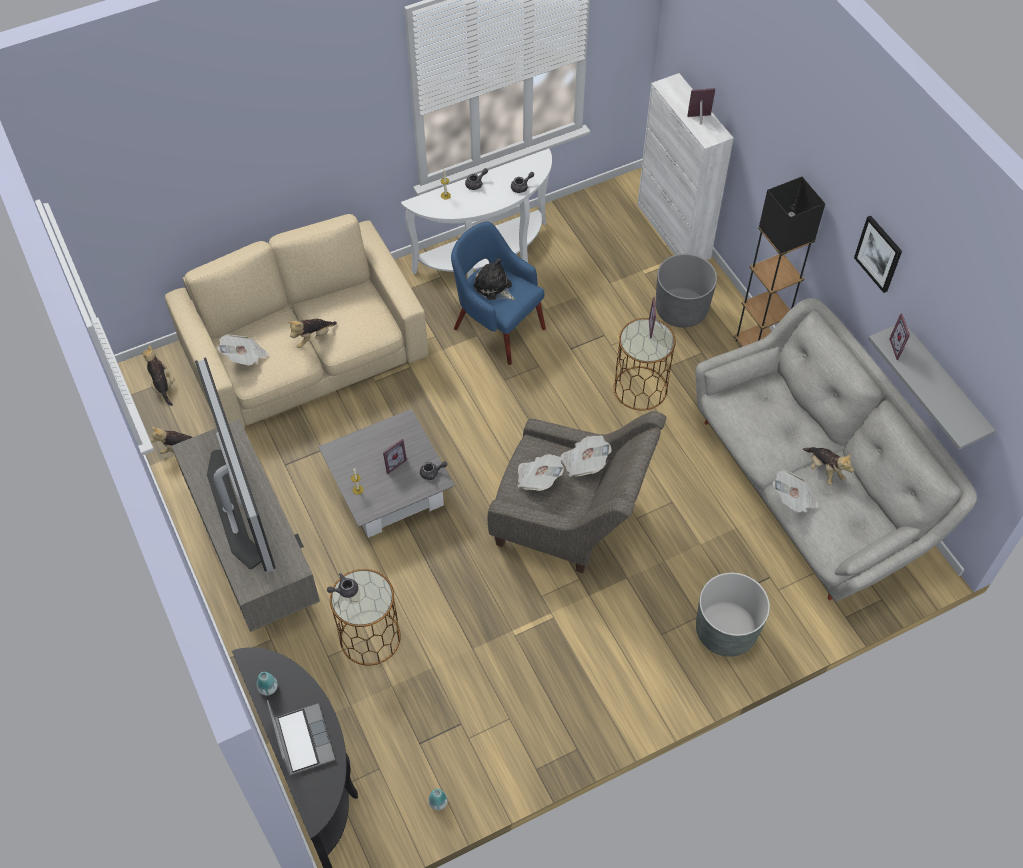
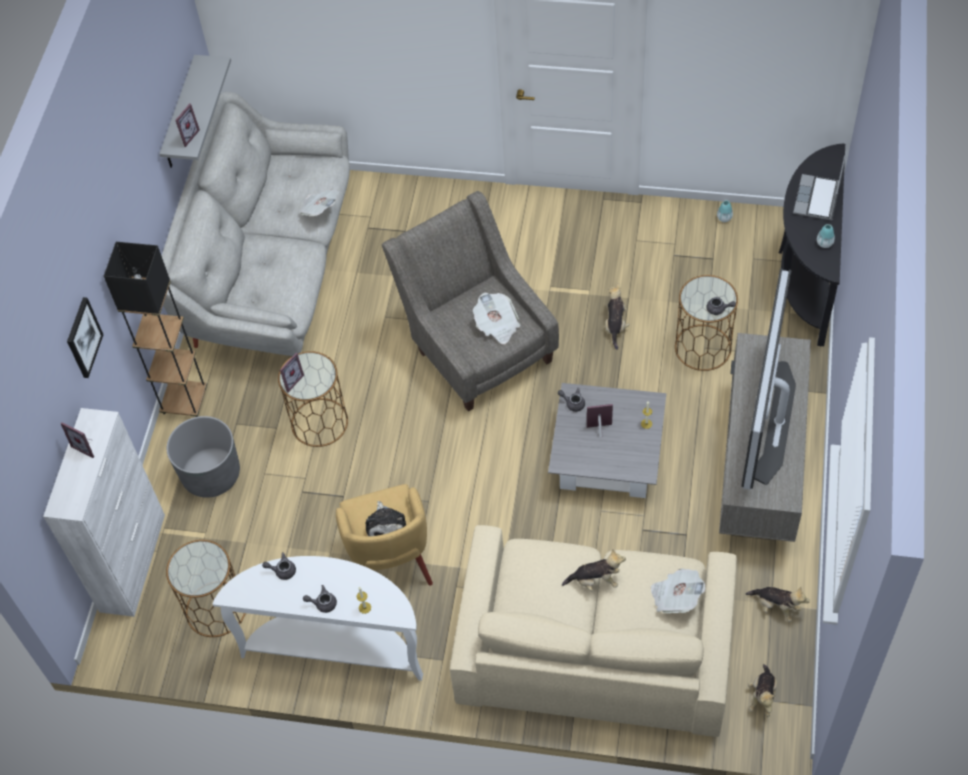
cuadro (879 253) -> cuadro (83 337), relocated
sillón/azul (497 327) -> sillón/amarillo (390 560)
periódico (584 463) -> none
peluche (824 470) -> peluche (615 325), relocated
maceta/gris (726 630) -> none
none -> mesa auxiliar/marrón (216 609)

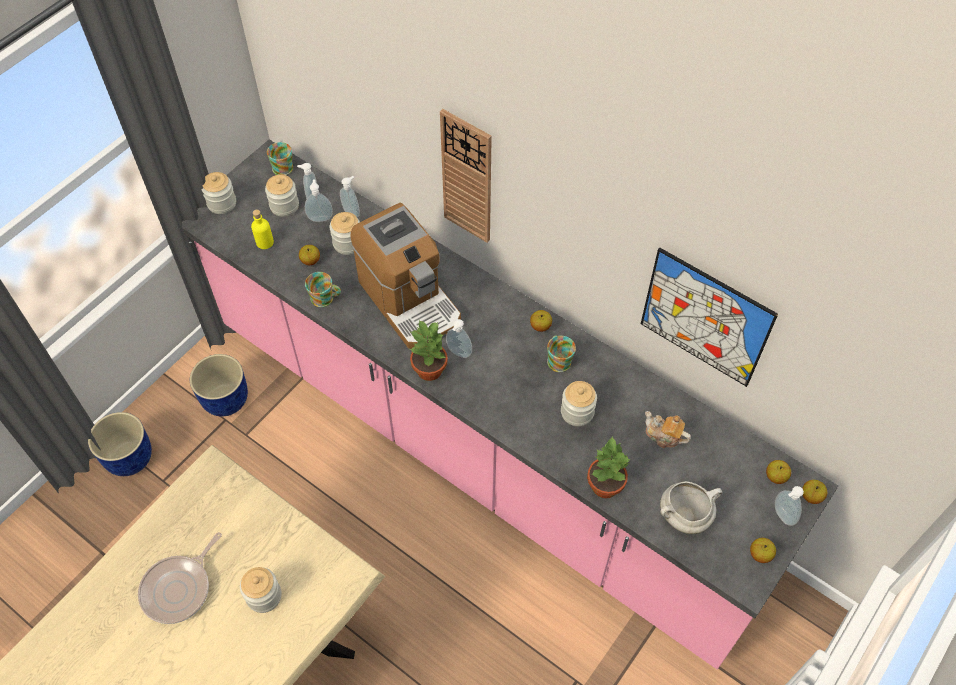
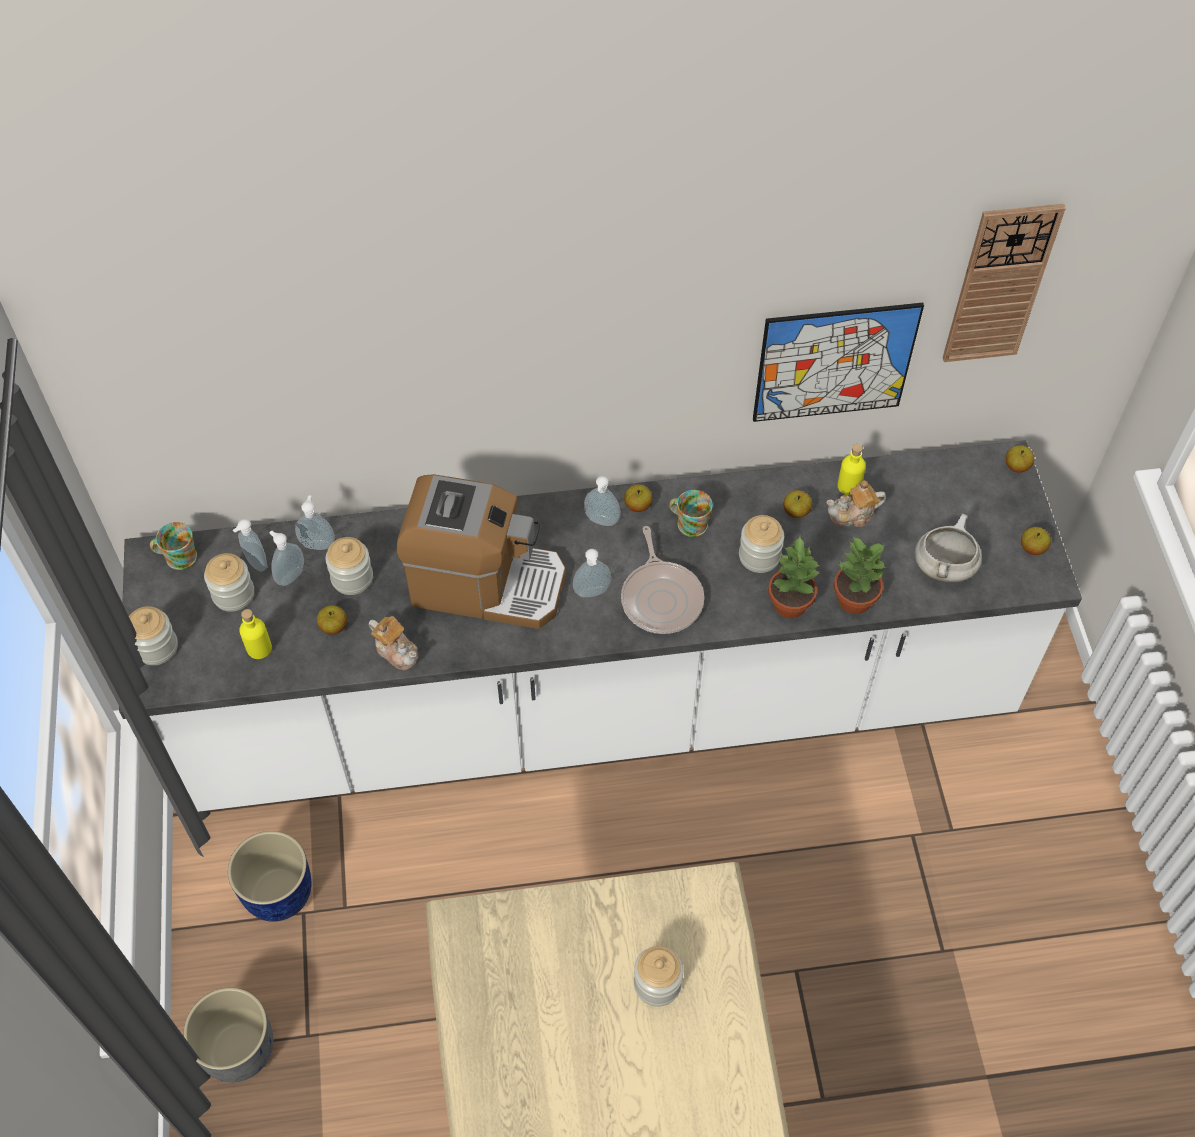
reloj de pared (467 177) -> reloj de pared (999 284), relocated
mueble bajo de cocina/rosa (478 447) -> mueble bajo de cocina/blanco (597 708)
taza grande (325 298) -> tetera (396 651)
planta en maceta (430 369) -> planta en maceta (789 603), relocated
maceta/azul (129 457) -> maceta/gris (238 1048)
manzana (775 476) -> manzana (796 511), relocated
dispensador de jabón (781 516) -> dispensador de jabón (601 522), relocated
sartén (179 588) -> sartén (661 597), relocated
none -> botella/amarillo (849 486)

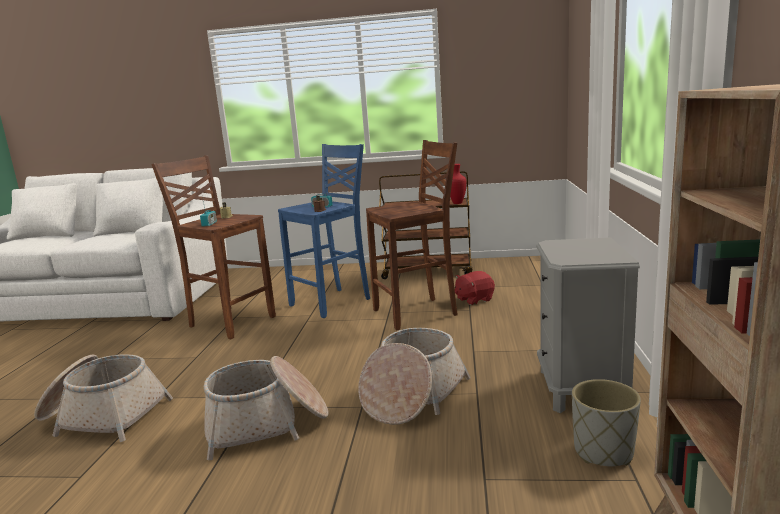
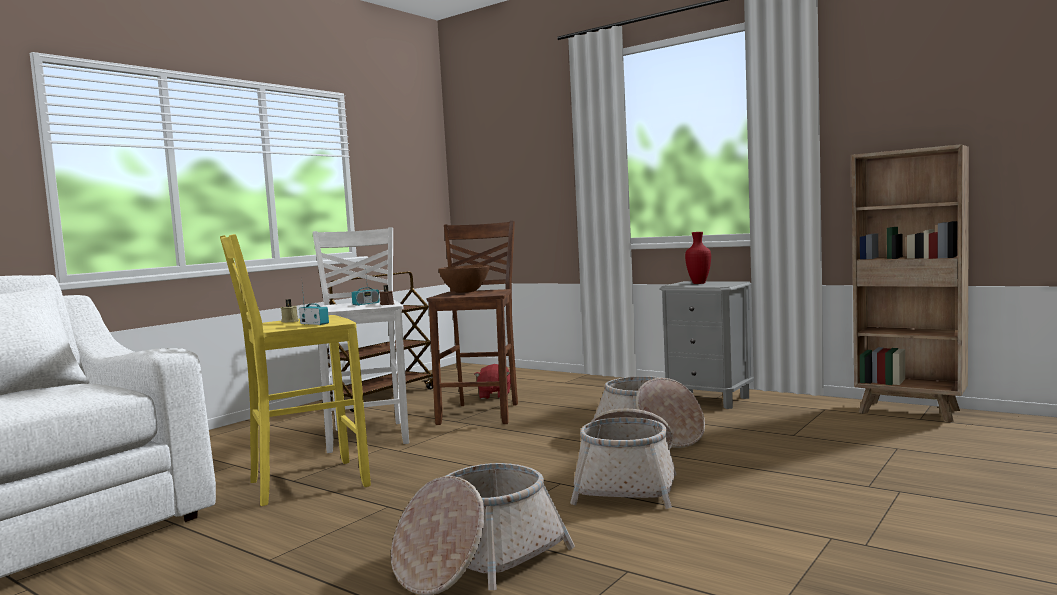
taburete/azul (333 302) -> taburete/blanco (369 436)
taburete/marrón (230 322) -> taburete/amarillo (305 483)
florero/rojo (458 203) -> florero/rojo (699 283), relocated
maceta/gris (603 451) -> none
none -> cuenco/marrón (466 292)

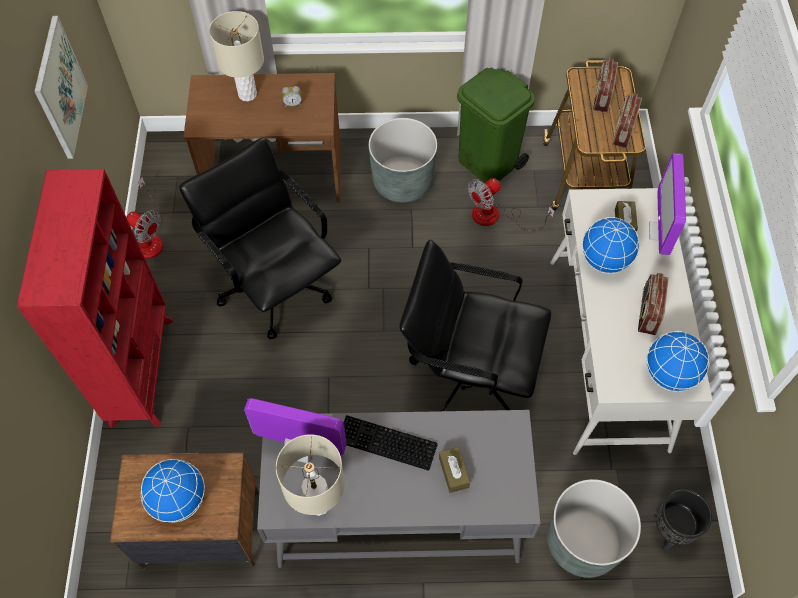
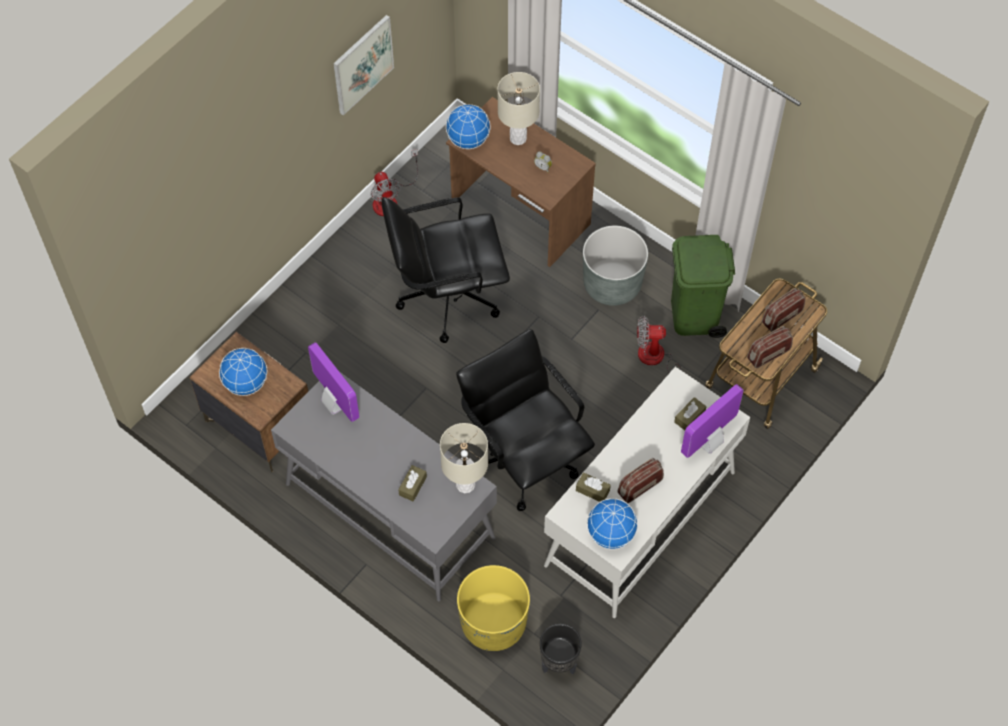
silla de oficina/negro (275 285) -> silla de oficina/negro (447 297), 105 degrees counterclockwise
estantería/rojo (142 370) -> none
globo terráqueo (604 260) -> globo terráqueo (468 140), relocated
teclado (385 444) -> none
lámpara de mesa/beis (318 503) -> lámpara de mesa/beis (465 484), relocated
maceta/gris (583 541) -> maceta/amarillo (493 623)
none -> caja de pañuelos/marrón (592 490)

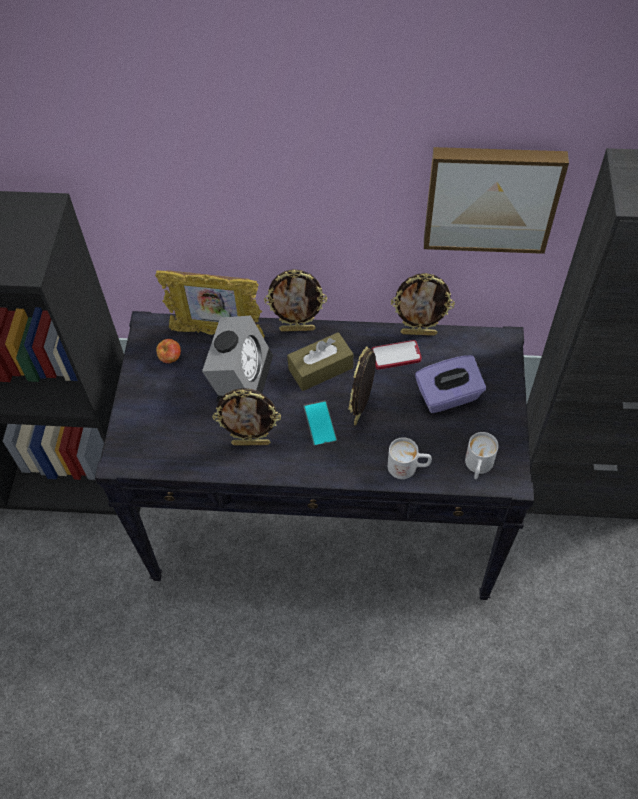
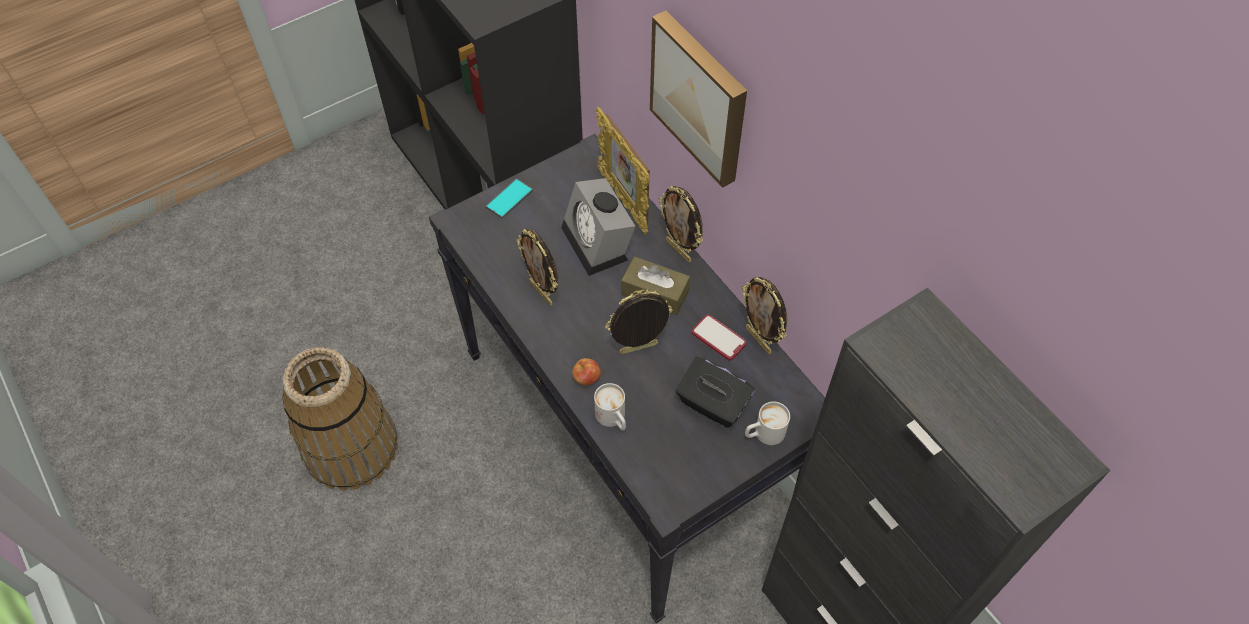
cuadro (491 197) -> cuadro (701 97), relocated
despertador (241 375) -> despertador (599 244), 90 degrees clockwise
manzana (171 358) -> manzana (587 379), relocated
caja de pañuelos/morado (448 396) -> caja de pañuelos/negro (712 404)
móvil (319 424) -> móvil (509 198), relocated
taza grande/blanco (478 467) -> taza grande/blanco (763 434), relocated
none -> cesta (350 447)

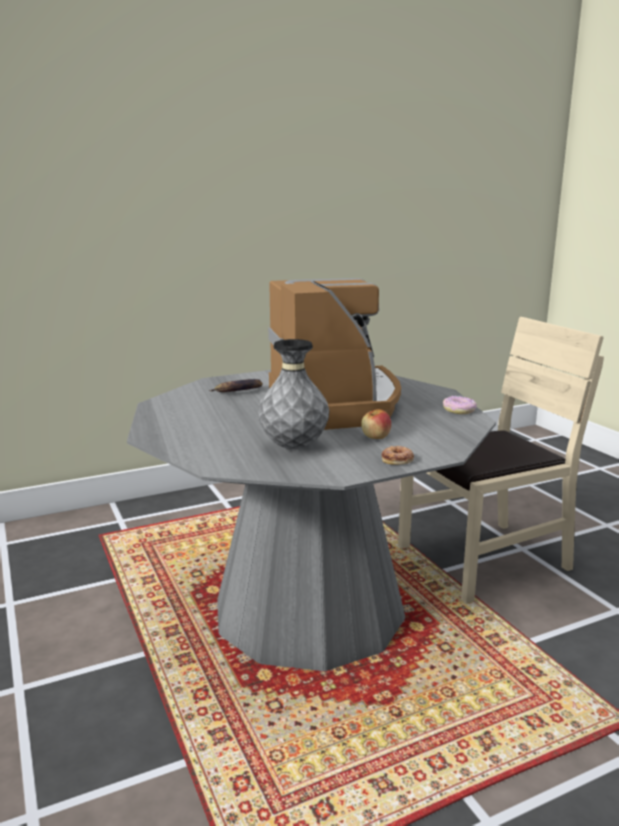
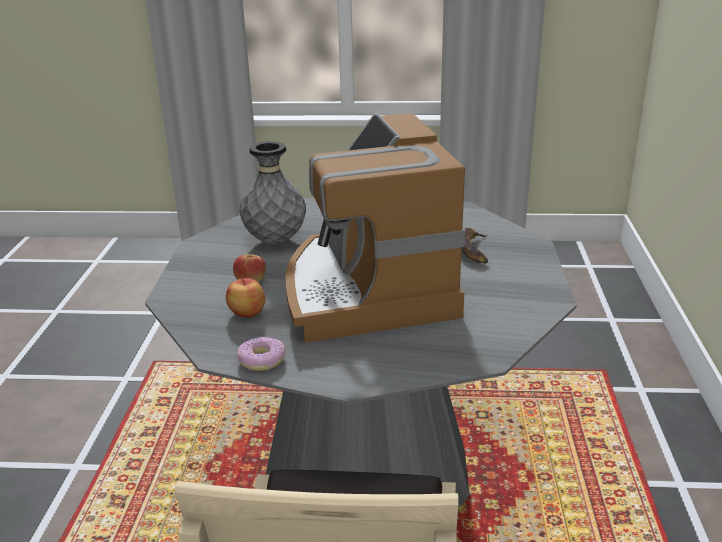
cafetera (336 405) -> cafetera (367 289), 60 degrees clockwise
rosquilla (397 459) -> none
none -> manzana (246 313)

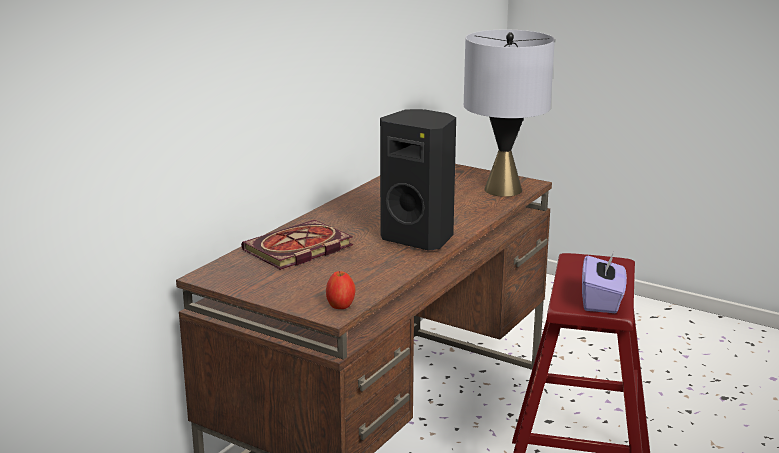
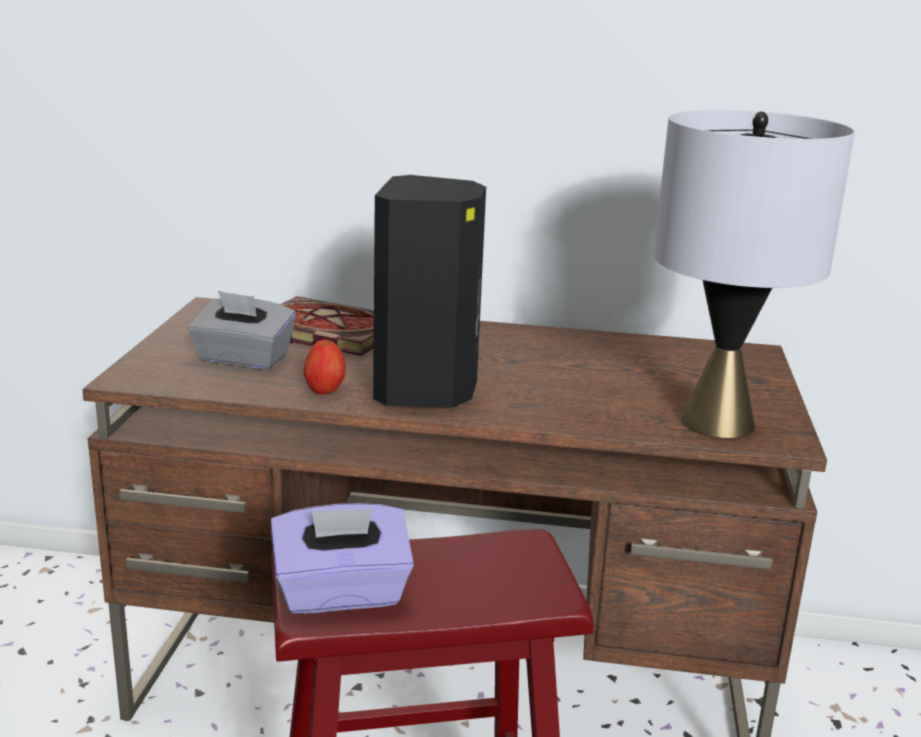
manzana (340 306) -> manzana (325 390), relocated
none -> caja de pañuelos/gris (243 359)

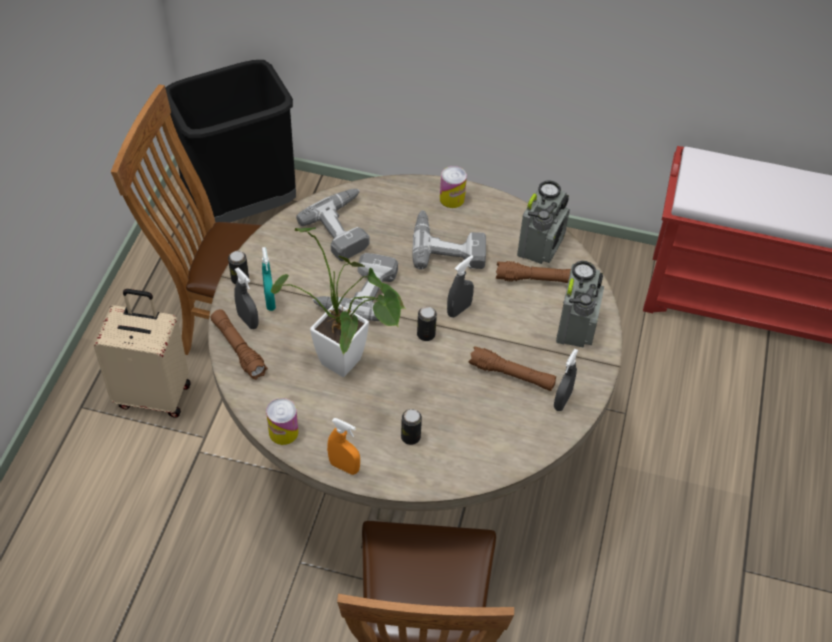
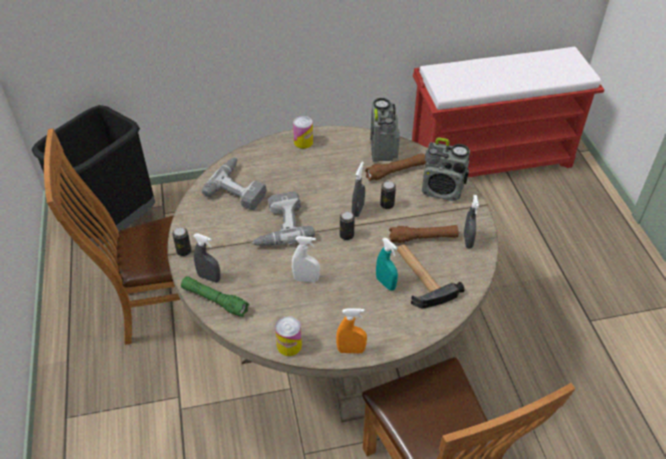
taladro (448 246) -> none
planta en maceta (348 367) -> pulverizador/blanco (306 279)
pulverizador/turquesa (270 301) -> pulverizador/turquesa (385 283), relocated
radio (576 326) -> radio (442 190), 120 degrees clockwise
maleta/beis (154 394) -> none
linterna/marrón (238 349) -> linterna/verde (214 300)
lata (410 437) -> lata (387 205), relocated
none -> martillo (420 277)

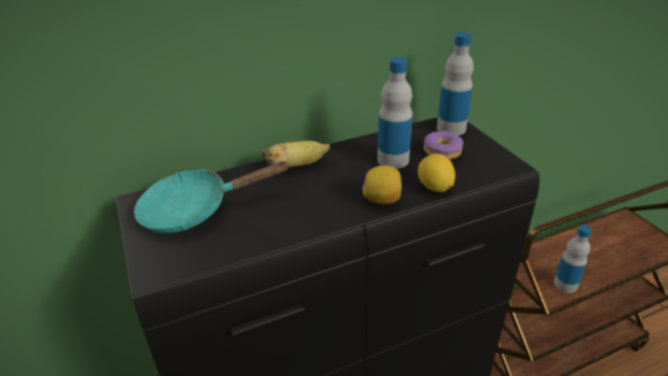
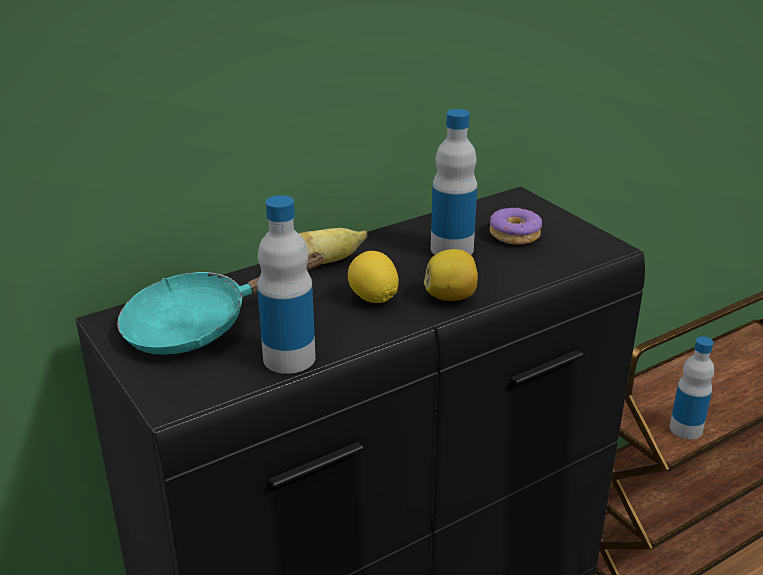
botella (451 128) -> botella (289 358), relocated
limón (434 187) -> limón (373 298), relocated

